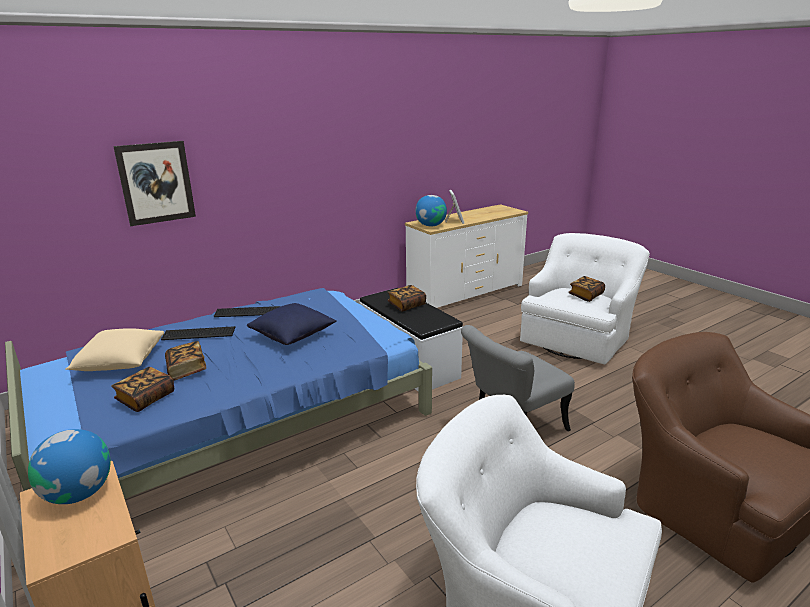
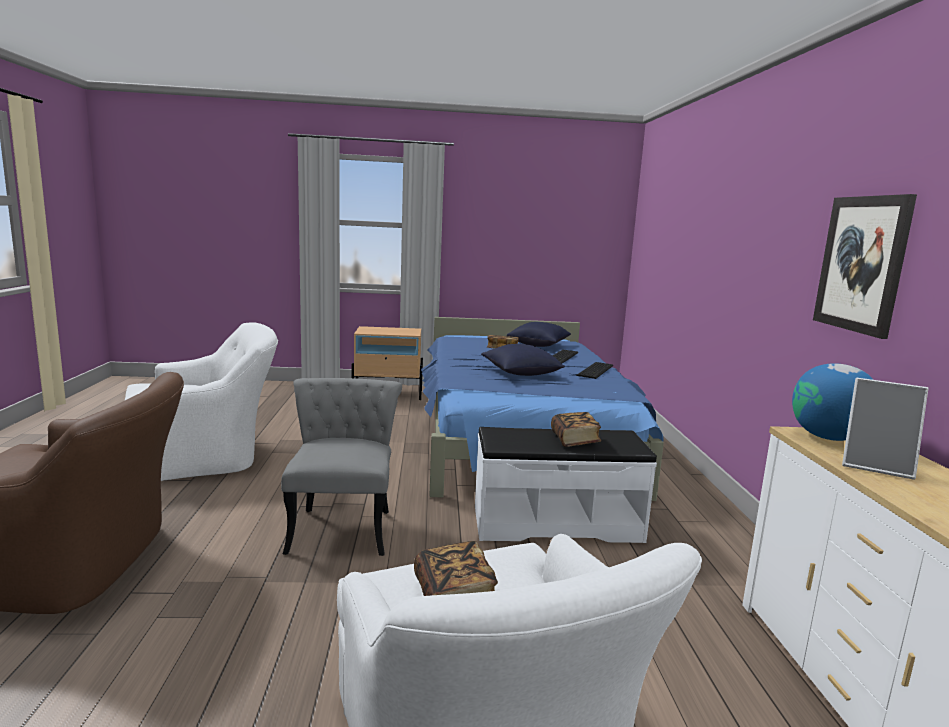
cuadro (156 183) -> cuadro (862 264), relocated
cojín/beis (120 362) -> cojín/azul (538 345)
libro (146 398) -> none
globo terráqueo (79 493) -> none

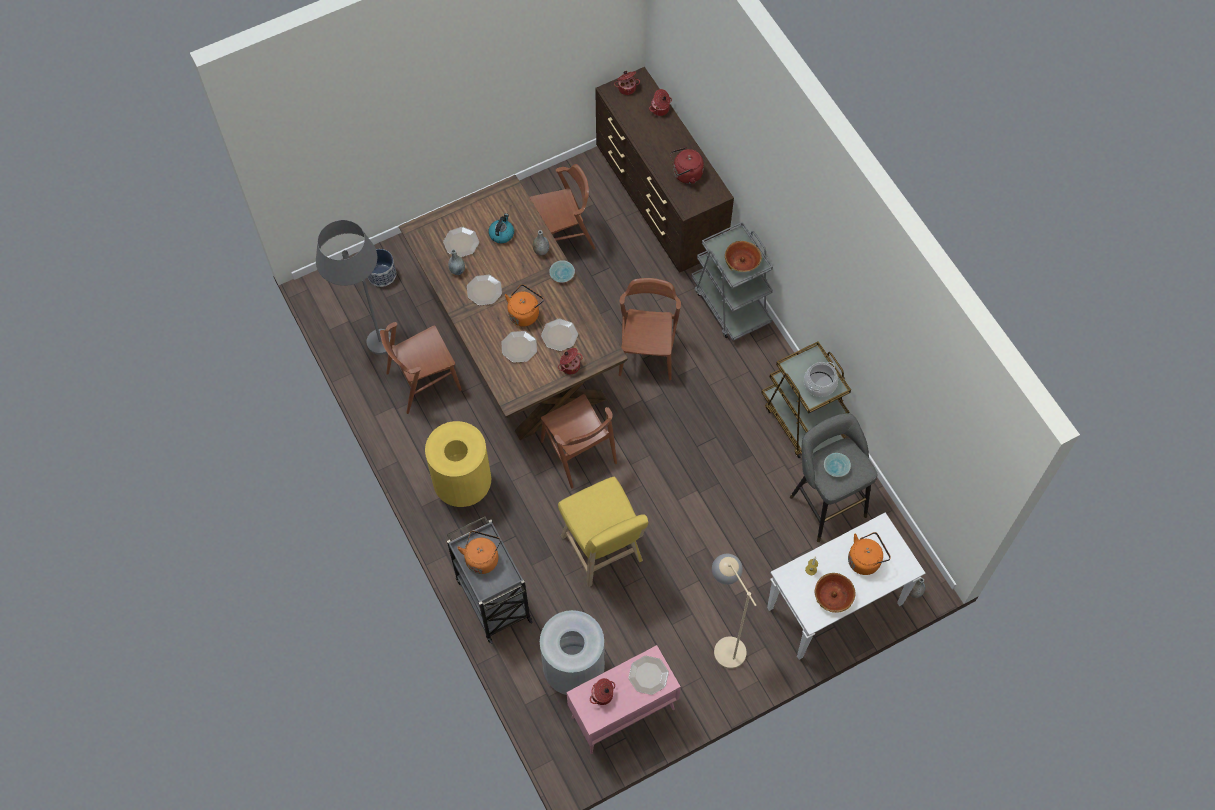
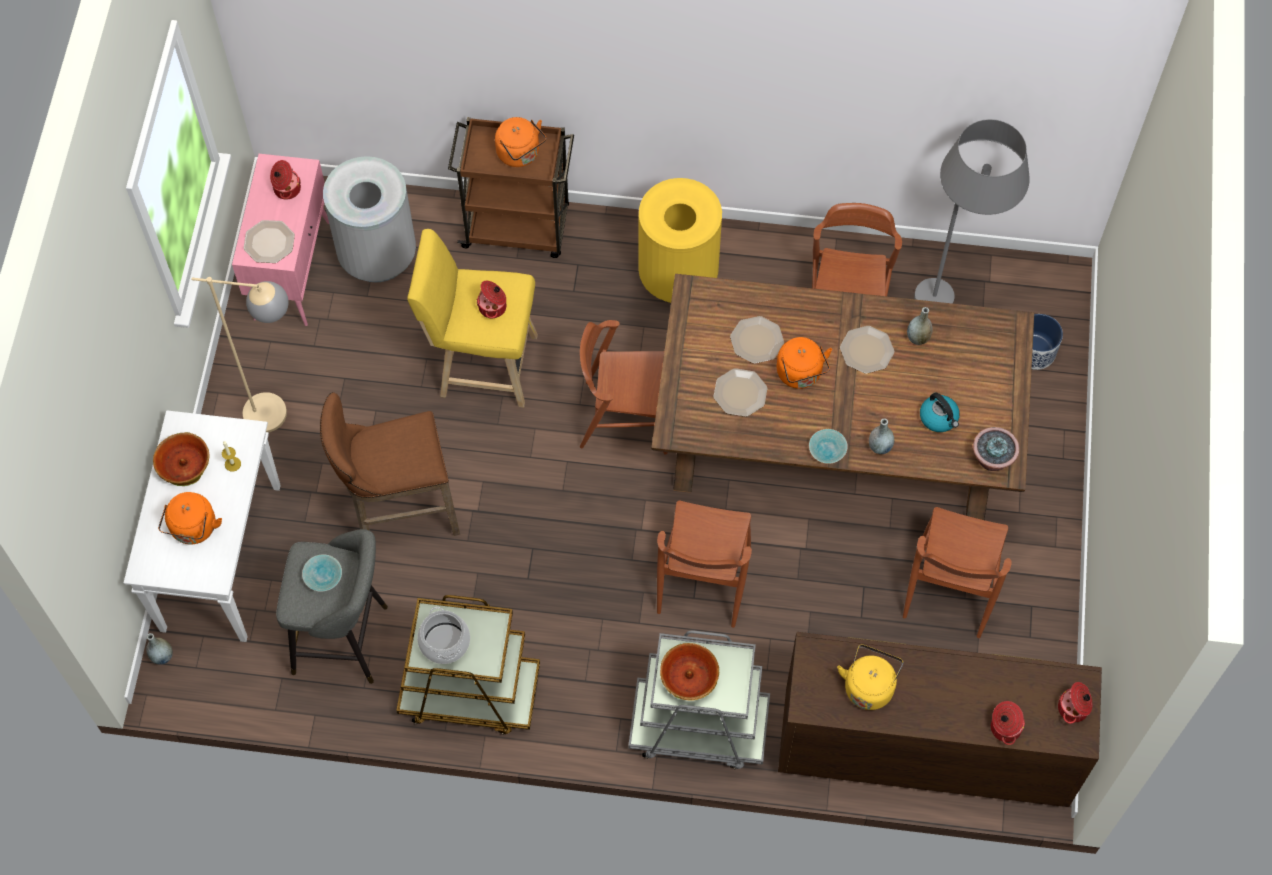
hervidor/rojo (686 174) -> hervidor/amarillo (869 685)
plato (461 242) -> none
silla/marrón (647 351) -> silla/marrón (703 579), 60 degrees clockwise
olla (570 365) -> olla (493 307), relocated
carrito/gris (493 599) -> carrito/marrón (518 227)
none -> taburete/marrón (400 513)
none -> planta en maceta (991 459)

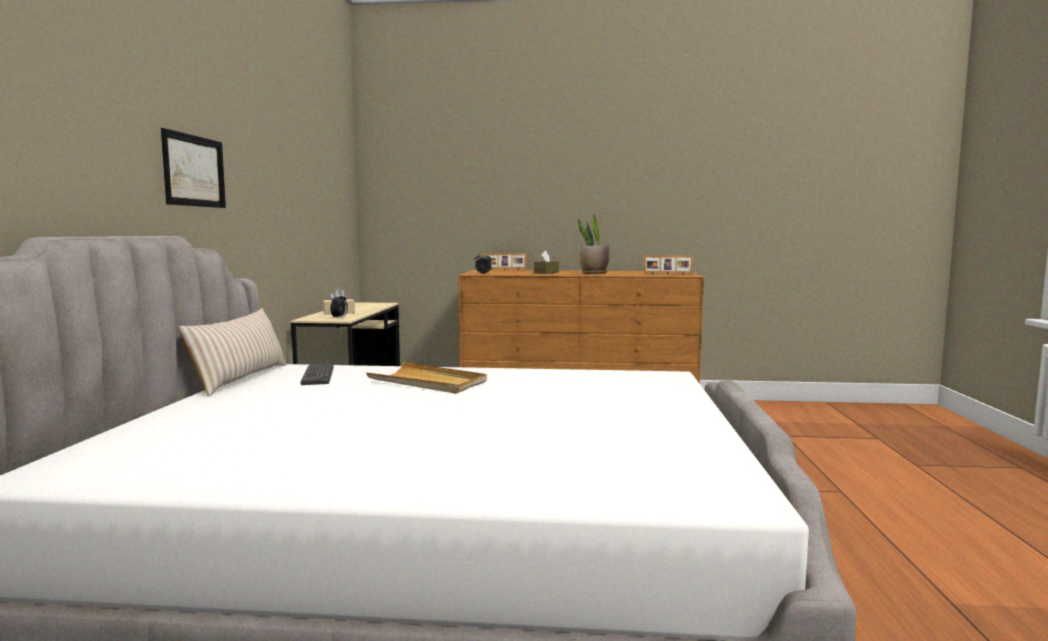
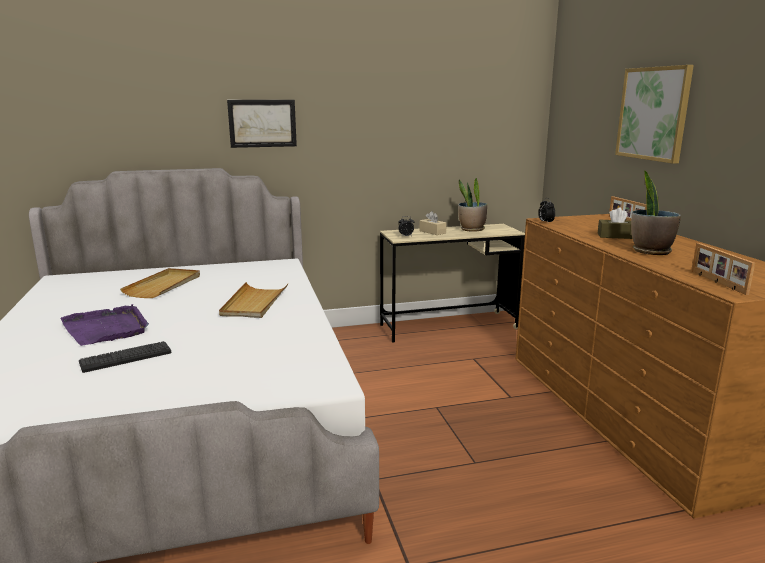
cojín/beis (241 379) -> none
teclado (318 375) -> teclado (126 357), relocated
none -> cuadro (653 113)
none -> planta en maceta (471 229)
none -> bandeja/beis (164 285)
none -> bandeja/morado (107 328)

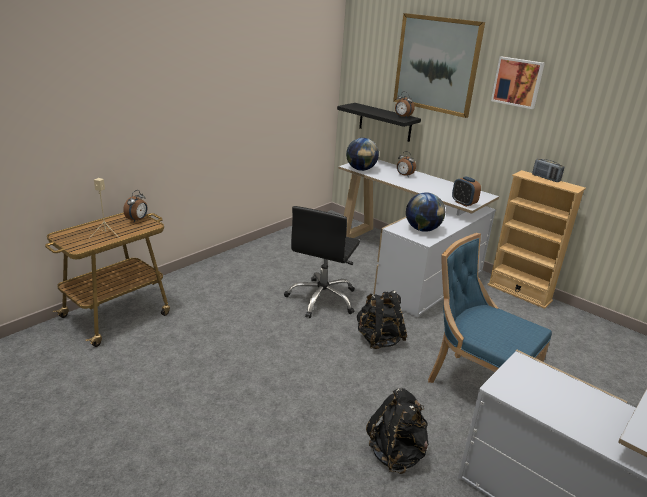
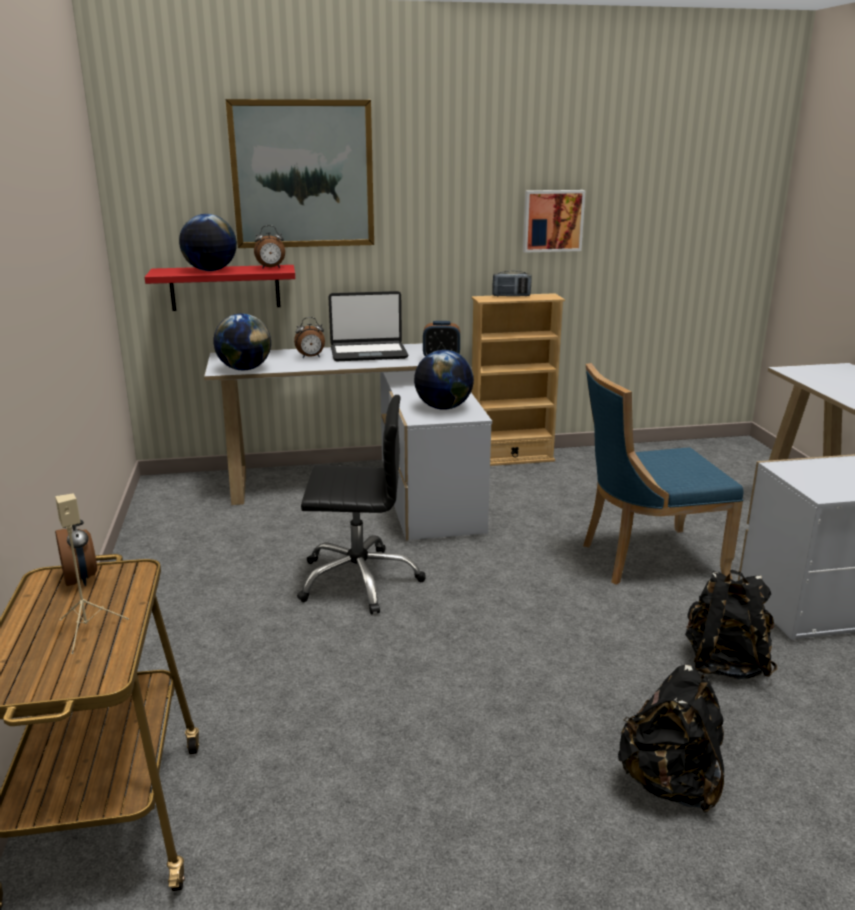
cuadro (517 82) -> cuadro (552 220), relocated
estante/negro (385 122) -> estante/rojo (225 287)
silla de oficina/negro (322 299) -> silla de oficina/negro (359 580), 60 degrees counterclockwise
mochila/negro (379 339) -> mochila/negro (670 784), relocated
none -> globo terráqueo (210 270)
none -> portátil (368 353)

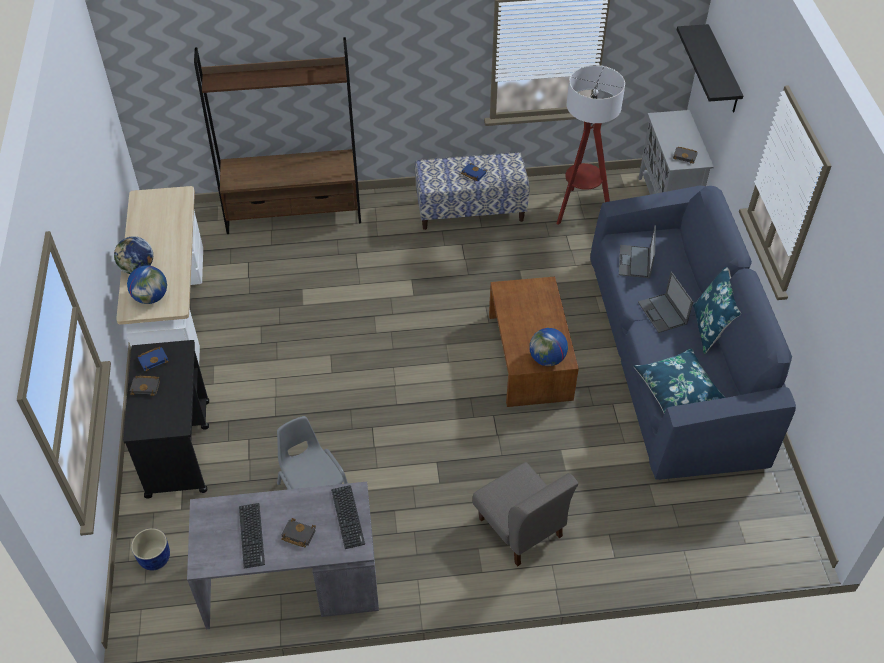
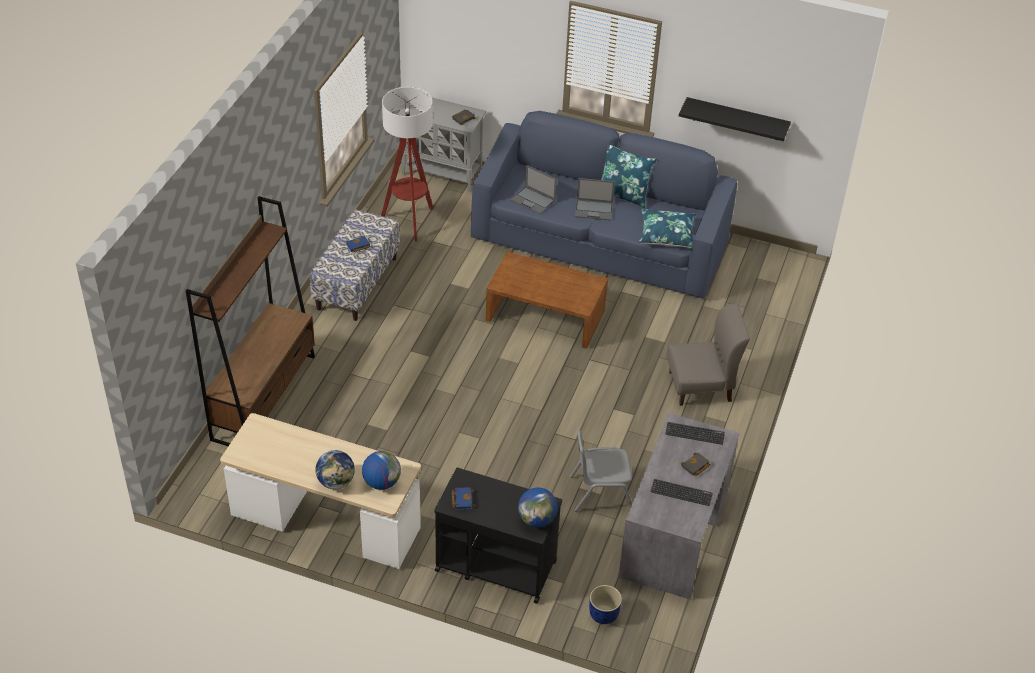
estante/negro (722 70) -> estante/negro (736 119), relocated
globo terráqueo (547 359) -> globo terráqueo (537 519), relocated
libro/negro (146 386) -> none

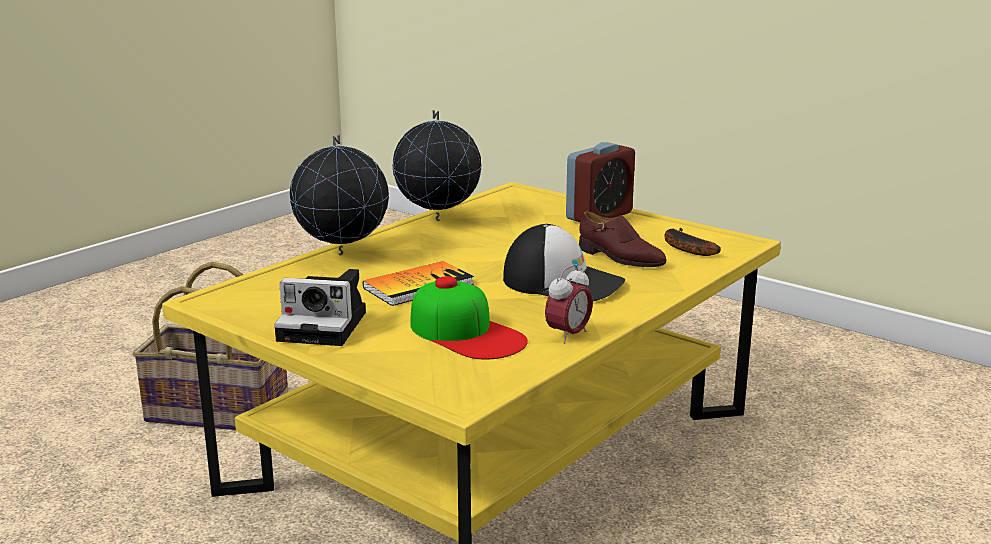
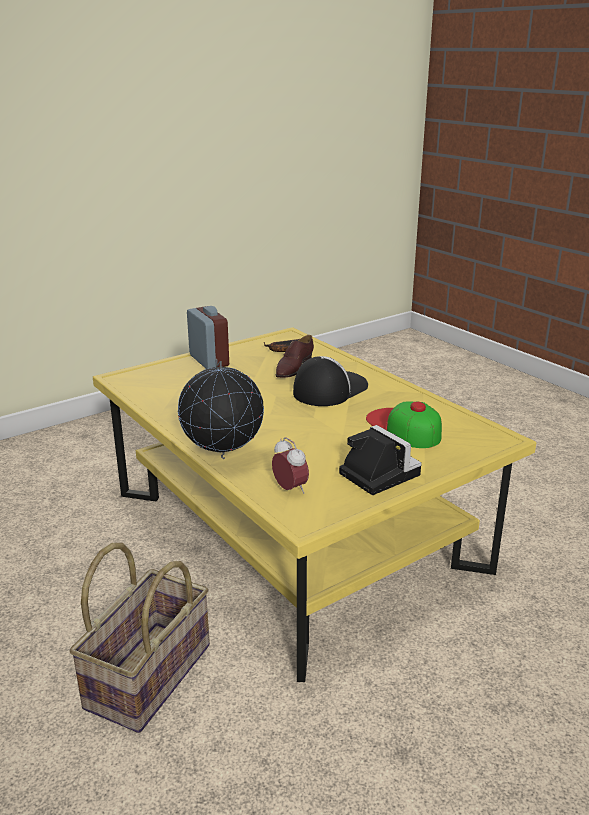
globo terráqueo (438 220) -> none
zapato/marrón (620 258) -> zapato/marrón (293 368), 150 degrees clockwise
libro (418 286) -> none
despertador (568 335) -> despertador (290 489), relocated
cámara (326 326) -> cámara (376 473), 60 degrees counterclockwise
gorra (466 333) -> gorra (403 427), 90 degrees counterclockwise

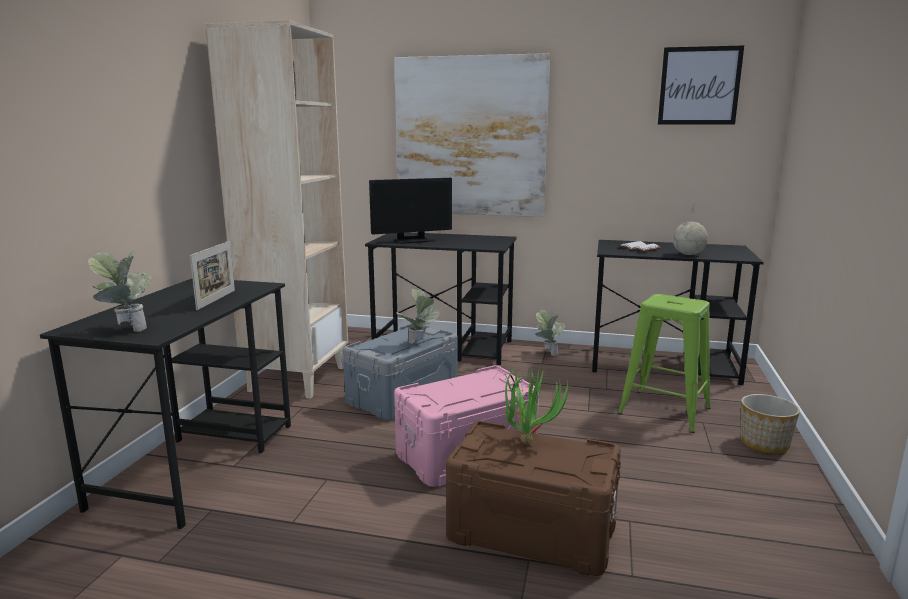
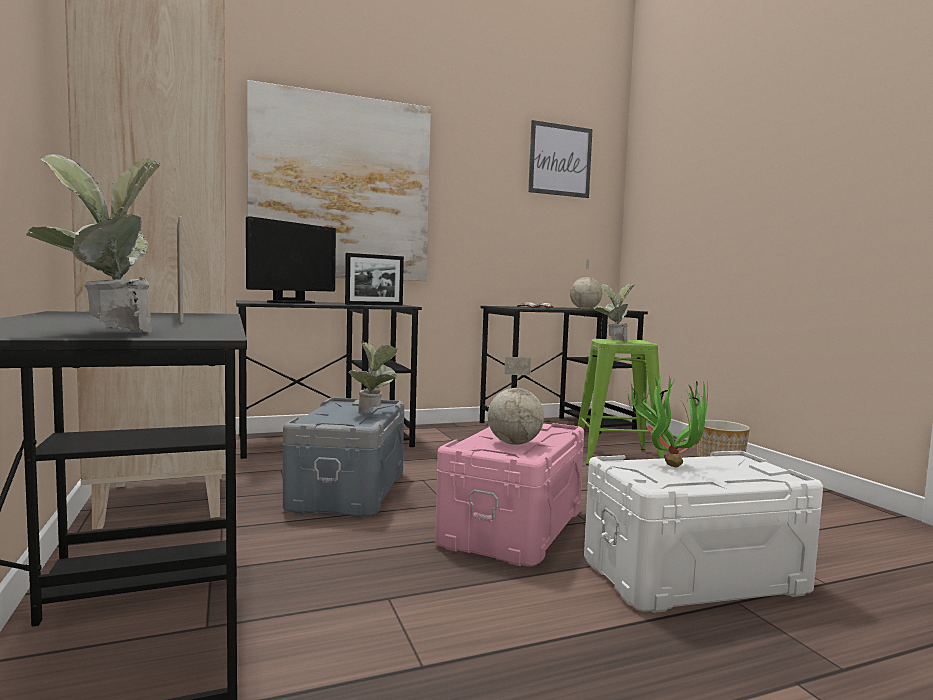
planta en maceta (547 353) -> planta en maceta (613 341), relocated
caja de almacenaje/marrón (531 532) -> caja de almacenaje/blanco (694 576)
none -> portarretratos (374 304)
none -> globo terráqueo (513 443)

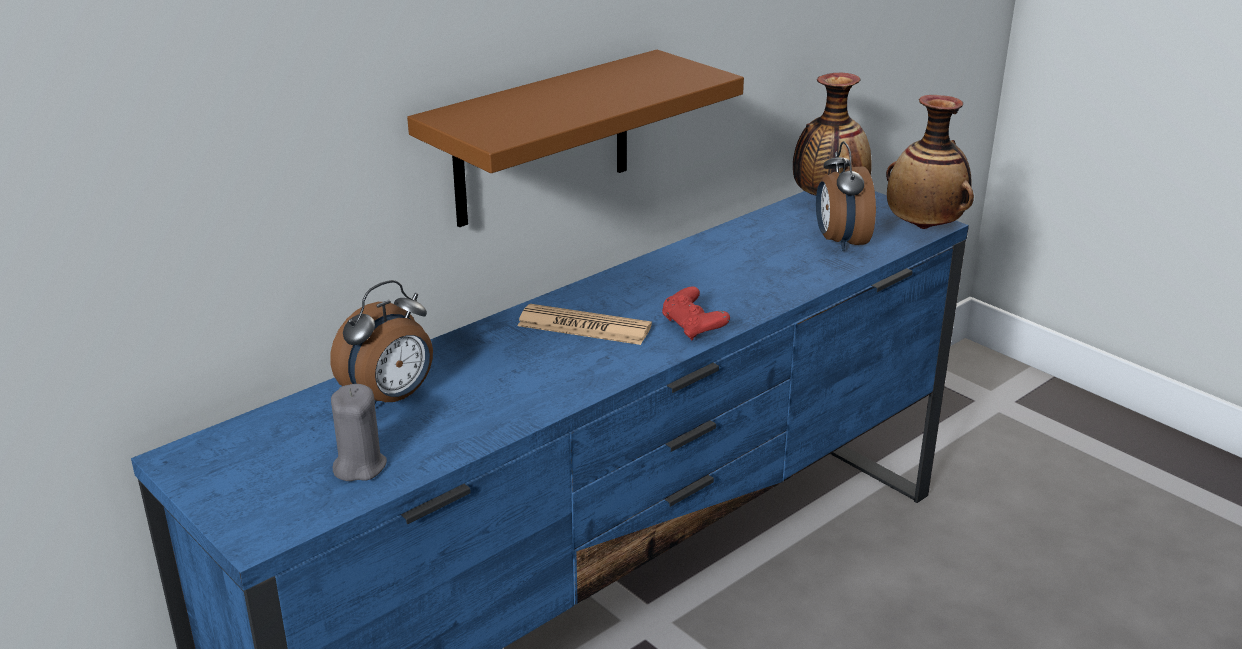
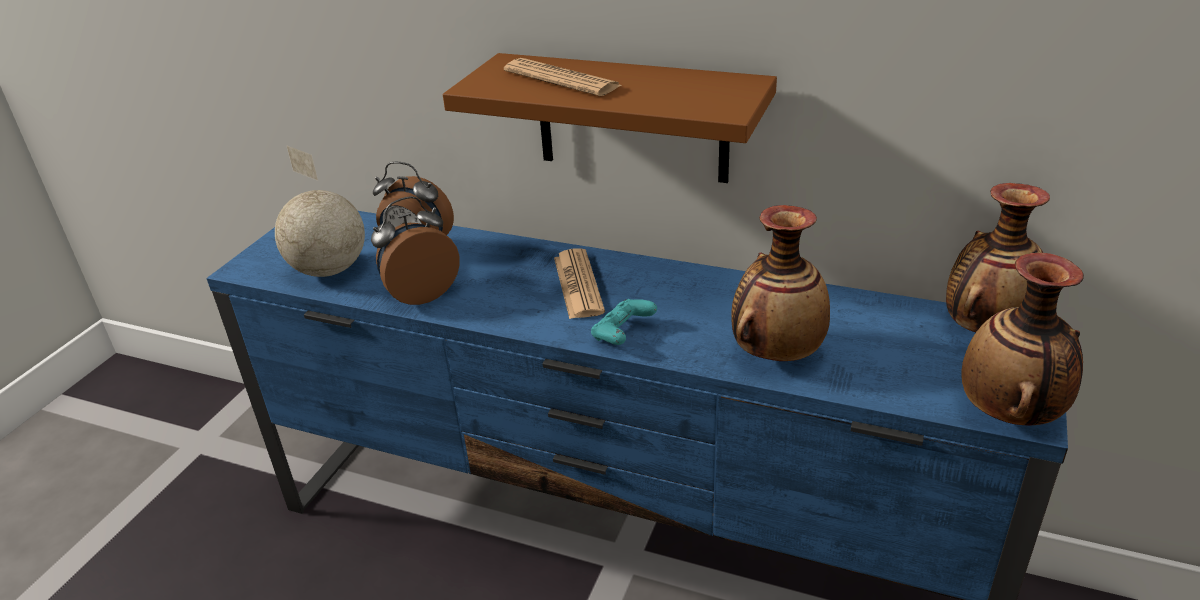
despertador (840 242) -> despertador (420 293), relocated
mando de consola/rojo (693 327) -> mando de consola/turquesa (622 335)
vela/gris (359 466) -> globo terráqueo (329 270)
none -> periódico (561 79)
none -> florero (776 353)

